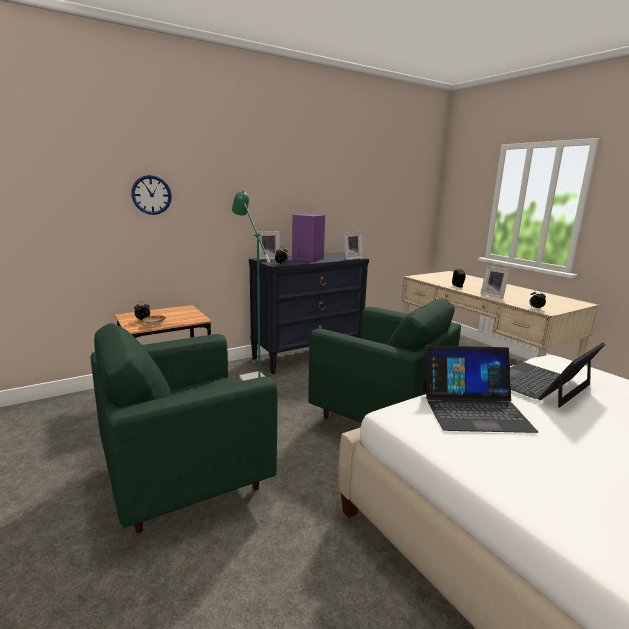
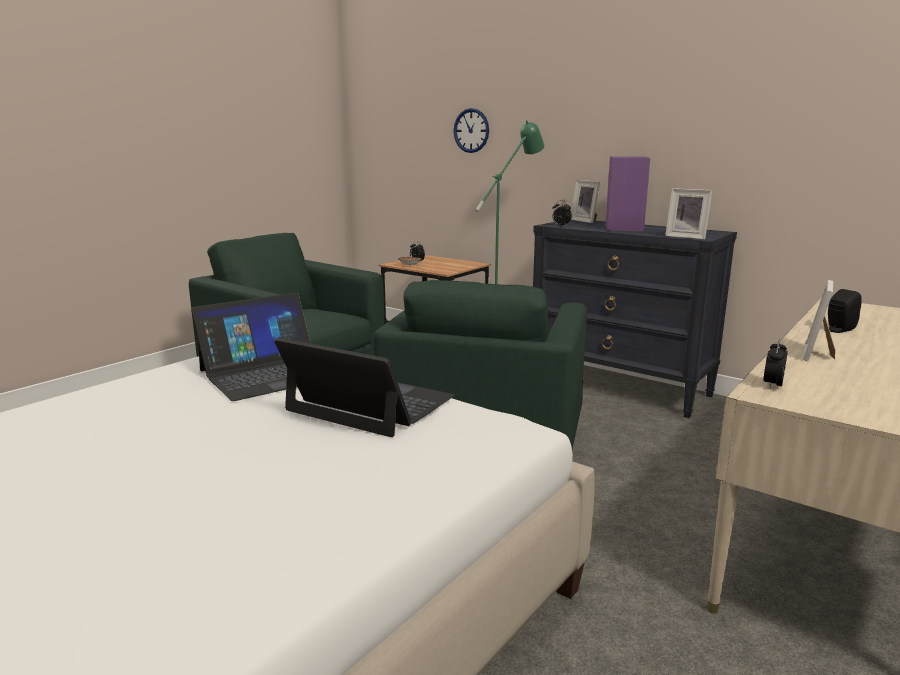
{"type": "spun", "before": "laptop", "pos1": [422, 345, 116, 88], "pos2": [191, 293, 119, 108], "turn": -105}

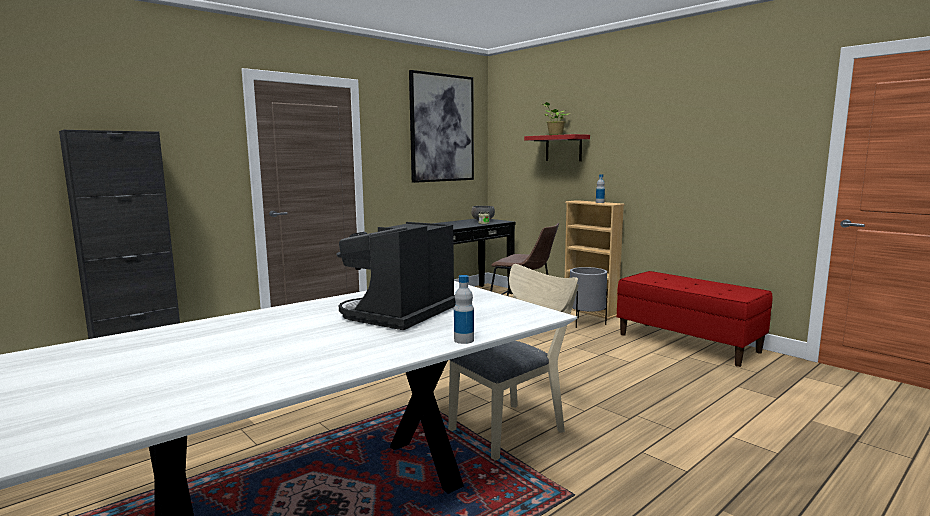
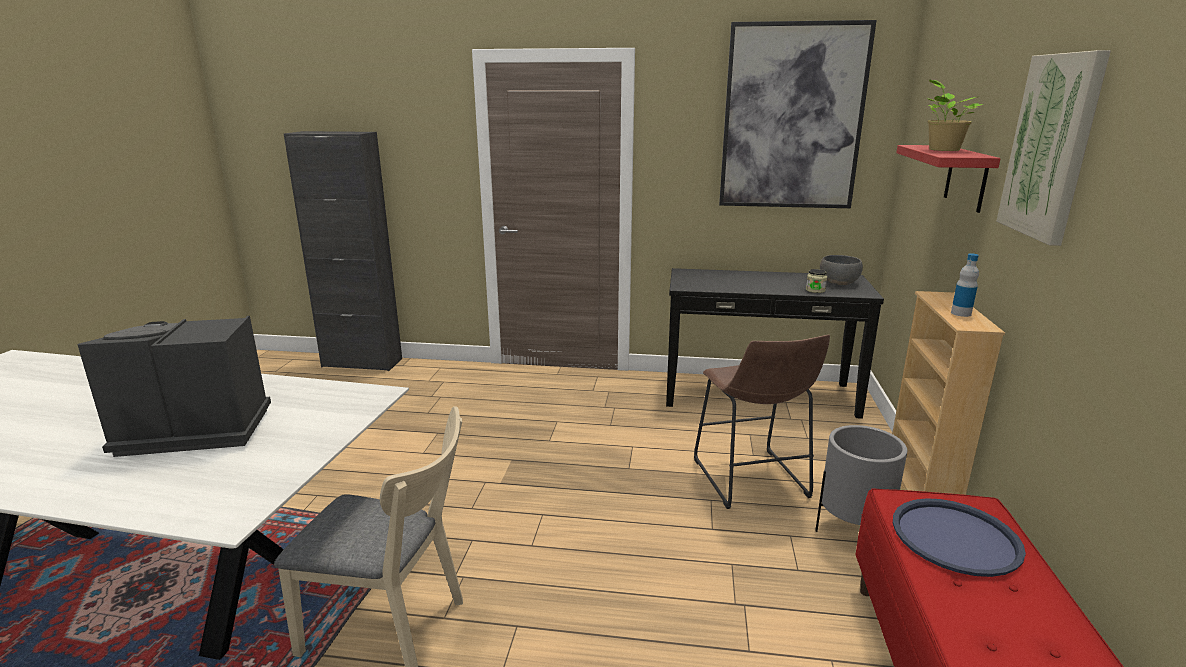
{"type": "appeared", "after": "blue-coloured serving tray", "pos2": [893, 498, 133, 79]}
{"type": "appeared", "after": "wall picture", "pos2": [996, 50, 115, 196]}
{"type": "missing", "before": "drink bottle", "pos1": [454, 275, 20, 69]}

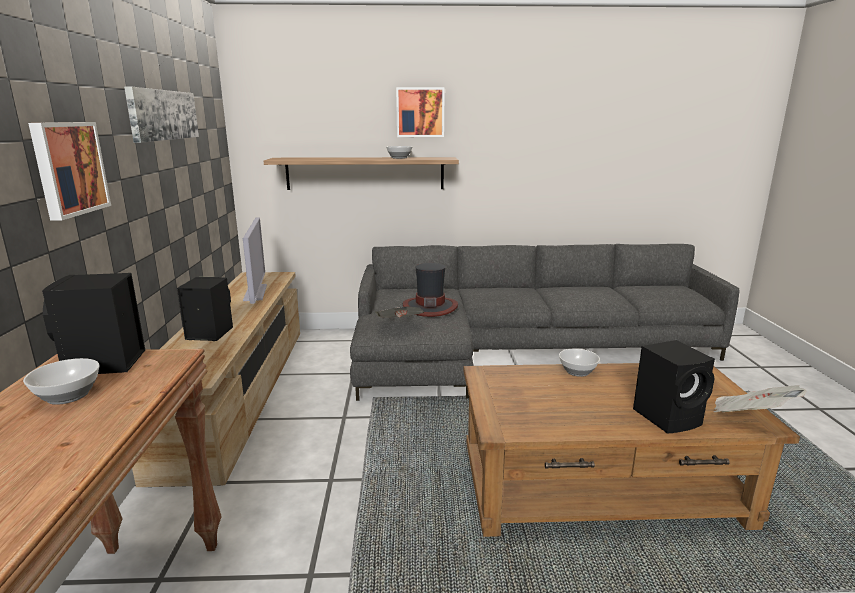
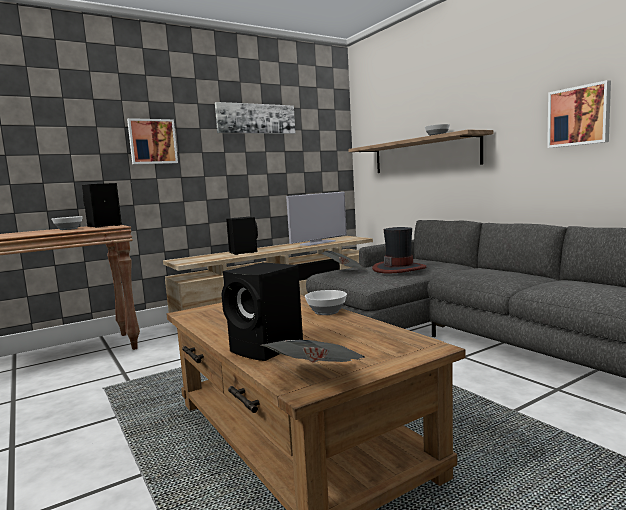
{"type": "relocated", "before": "wall picture", "pos1": [396, 87, 49, 50], "pos2": [547, 80, 64, 68]}

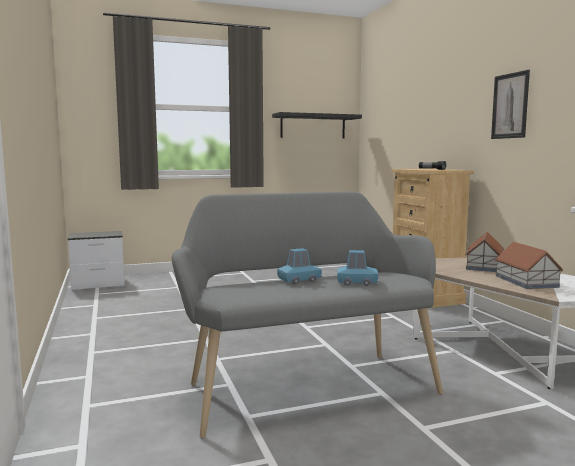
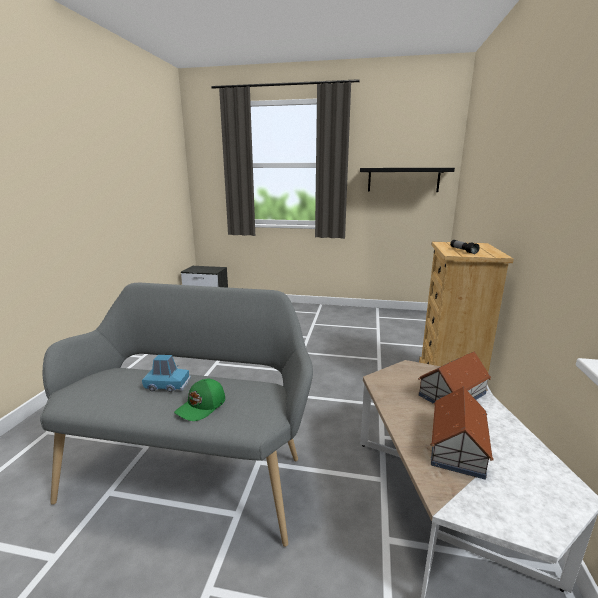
{"type": "exchanged", "before": "blue-coloured toy car", "after": "greenish cap", "pos1": [337, 250, 43, 36], "pos2": [174, 379, 51, 42]}
{"type": "missing", "before": "wall picture", "pos1": [491, 70, 39, 69]}

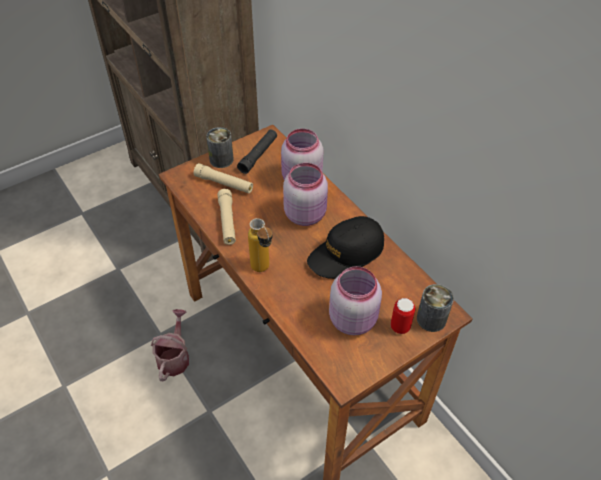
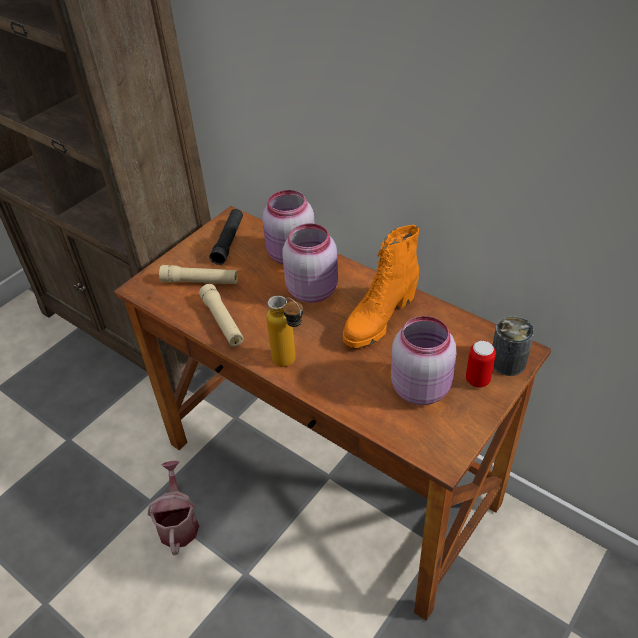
{"type": "exchanged", "before": "black-coloured cap", "after": "orange-coloured boot", "pos1": [307, 216, 77, 63], "pos2": [343, 225, 76, 123]}
{"type": "missing", "before": "metal can", "pos1": [206, 127, 28, 41]}

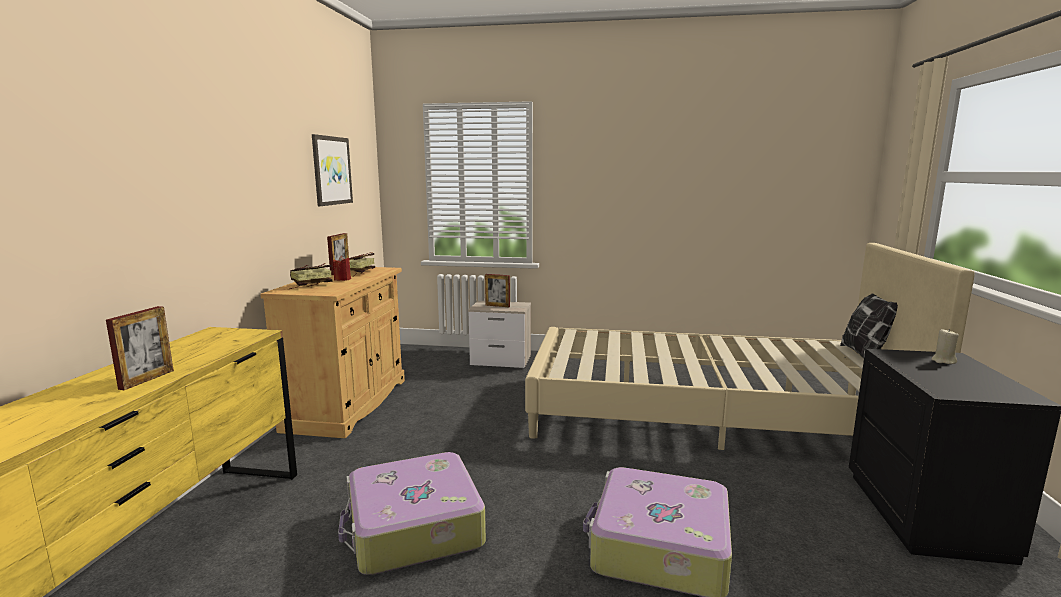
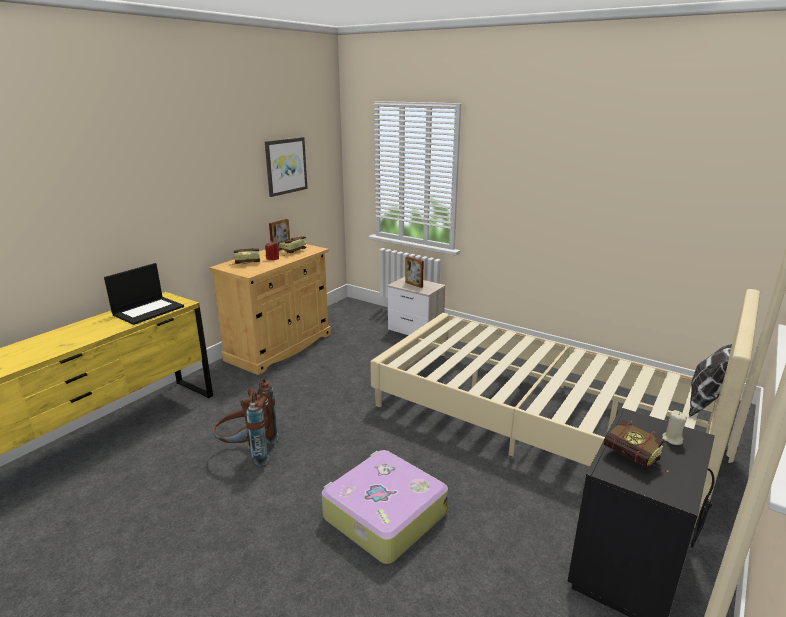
{"type": "appeared", "after": "laptop", "pos2": [104, 263, 80, 62]}
{"type": "exchanged", "before": "travel case", "after": "brown rucksack", "pos1": [338, 452, 148, 123], "pos2": [212, 378, 67, 88]}
{"type": "appeared", "after": "book", "pos2": [604, 420, 65, 52]}
{"type": "missing", "before": "photo frame", "pos1": [106, 306, 68, 84]}

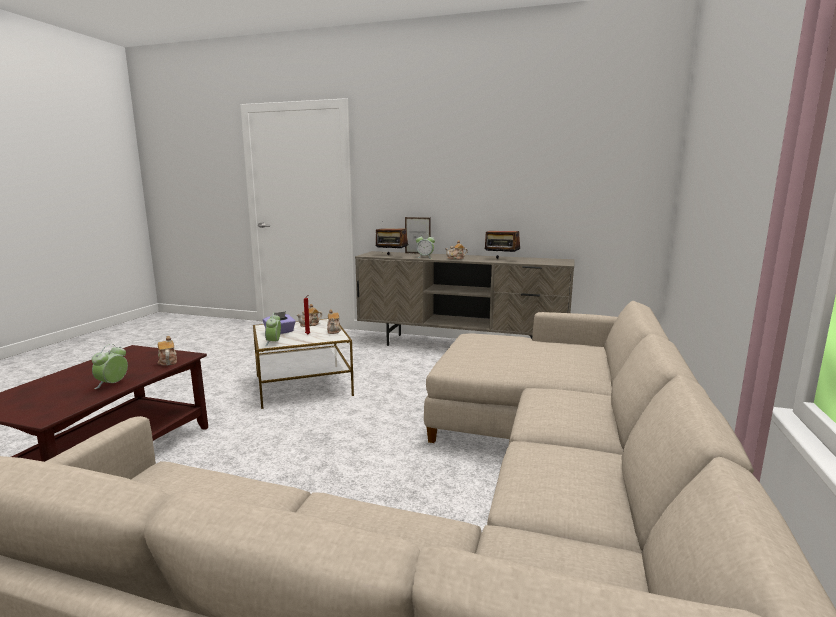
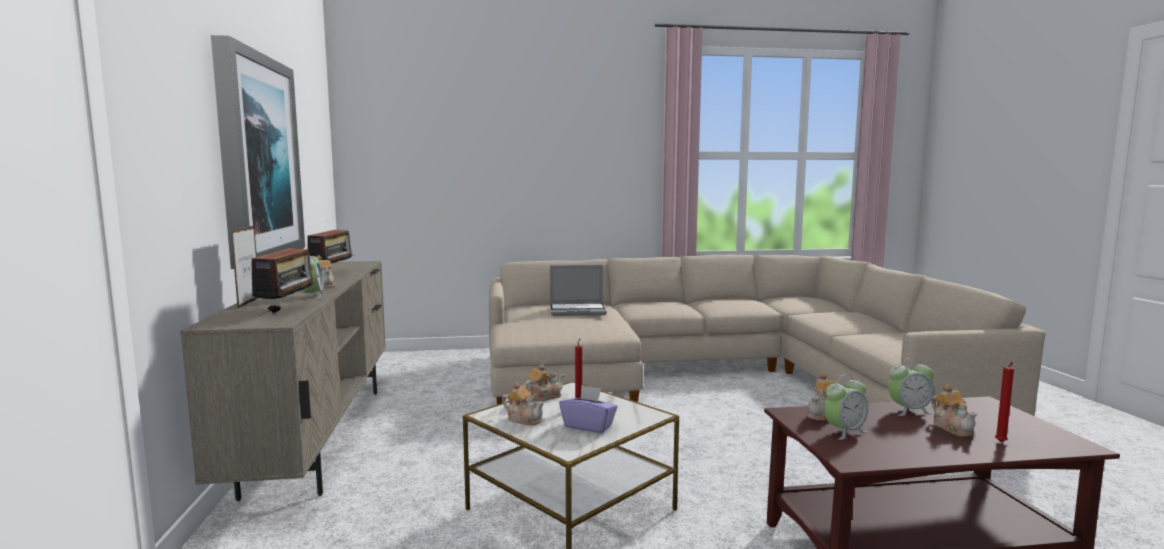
{"type": "appeared", "after": "wall picture", "pos2": [211, 35, 94, 234]}
{"type": "appeared", "after": "laptop", "pos2": [550, 265, 57, 51]}
{"type": "relocated", "before": "alarm clock", "pos1": [265, 313, 16, 33], "pos2": [824, 374, 44, 66]}
{"type": "appeared", "after": "tea pot", "pos2": [931, 385, 46, 52]}
{"type": "appeared", "after": "red wax candle", "pos2": [995, 362, 19, 80]}

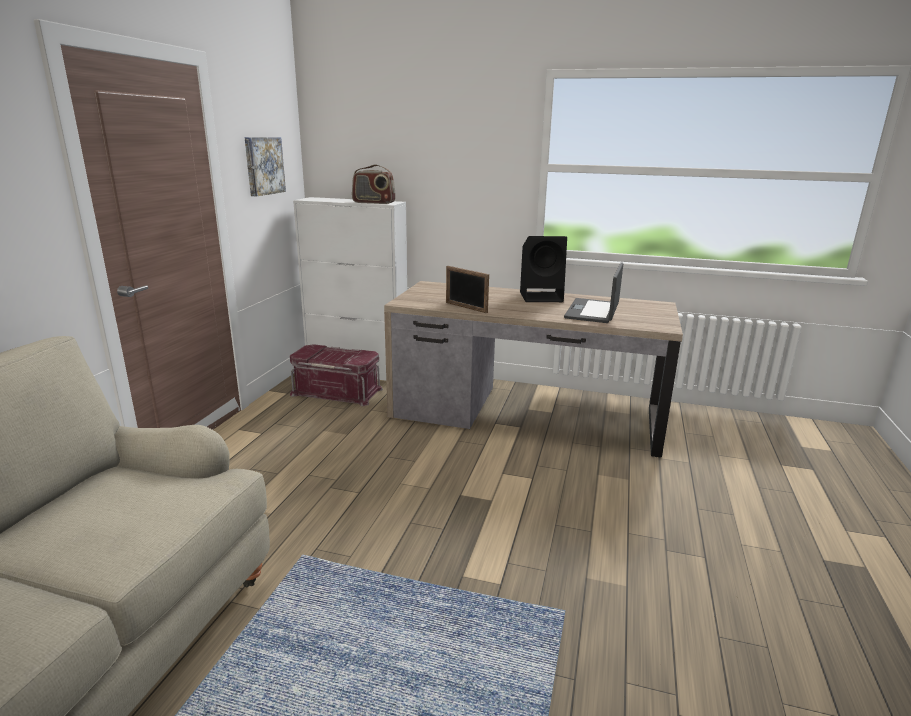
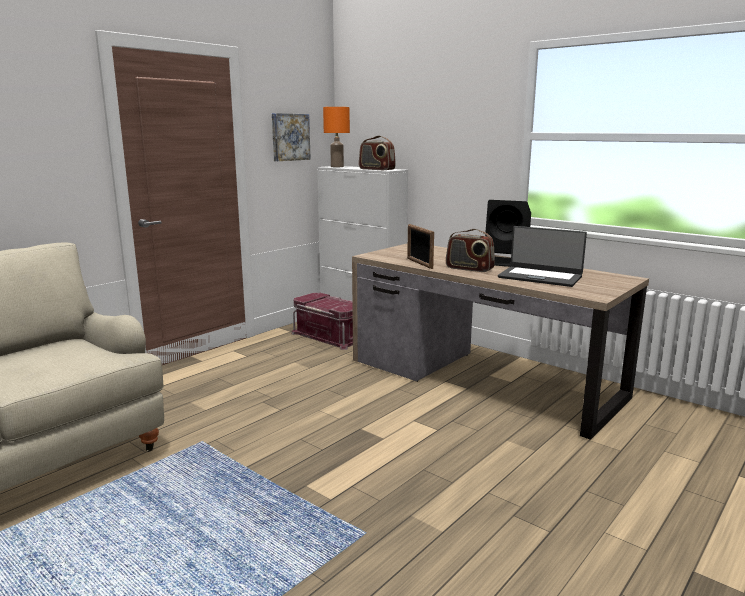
{"type": "appeared", "after": "orange-coloured tabletop lamp", "pos2": [323, 107, 27, 60]}
{"type": "appeared", "after": "radio set", "pos2": [446, 229, 49, 43]}
{"type": "spun", "before": "laptop", "pos1": [564, 262, 59, 61], "pos2": [498, 226, 89, 61], "turn": -105}

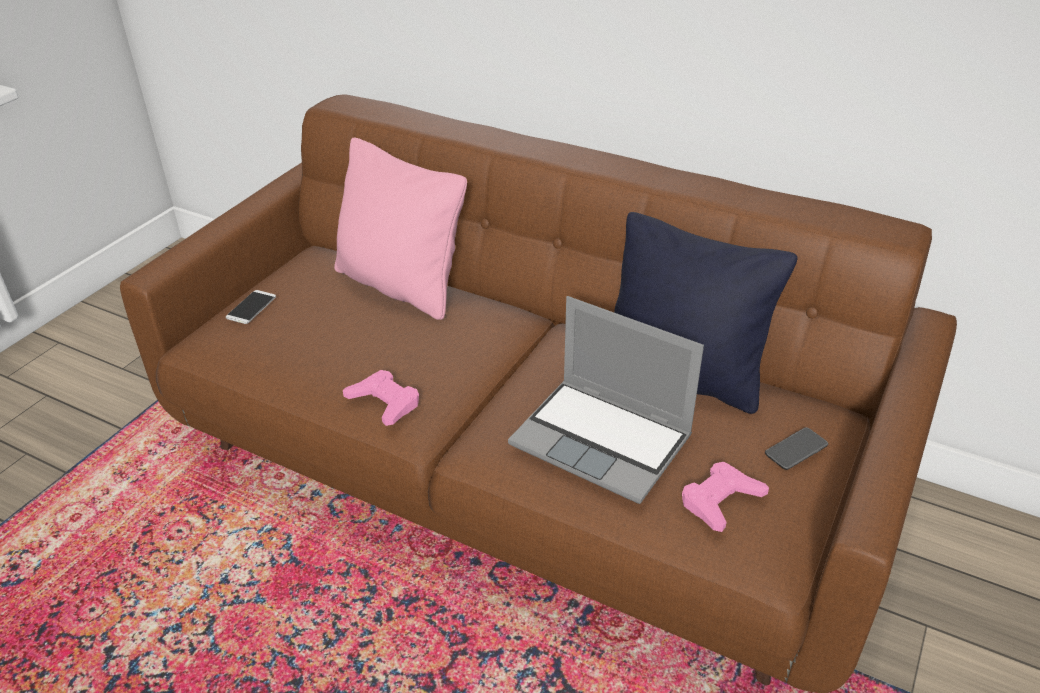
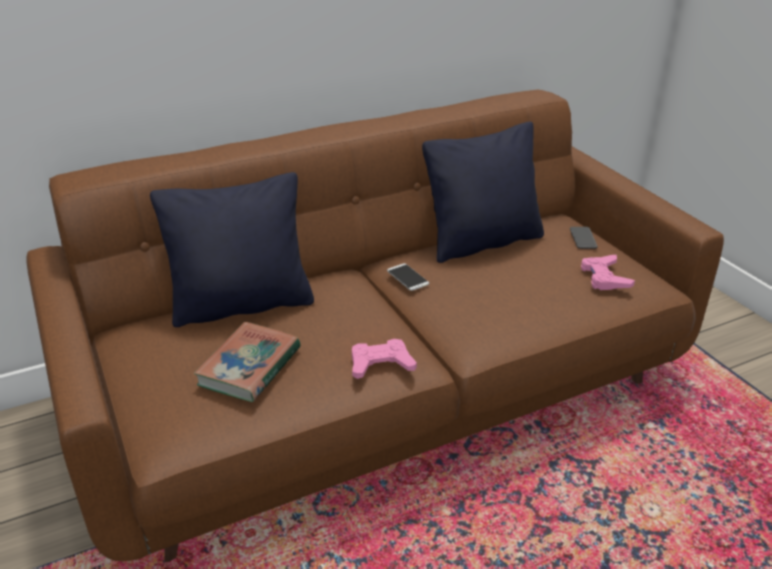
{"type": "colour", "before": "pinkish cushion", "after": "black-coloured cushion", "pos1": [334, 137, 133, 183], "pos2": [150, 172, 164, 155]}
{"type": "appeared", "after": "book", "pos2": [193, 322, 108, 80]}
{"type": "relocated", "before": "phone", "pos1": [226, 290, 50, 34], "pos2": [387, 264, 42, 27]}
{"type": "missing", "before": "laptop", "pos1": [508, 296, 196, 208]}

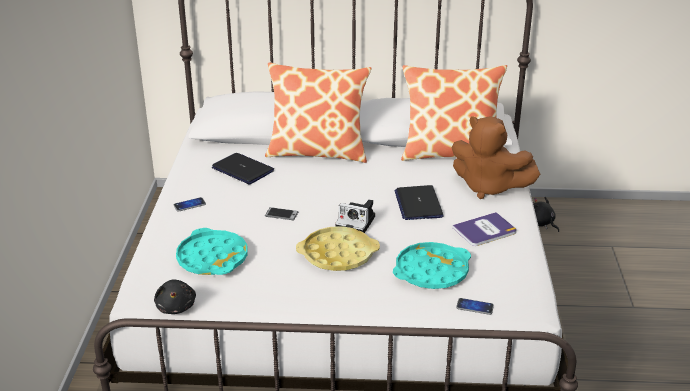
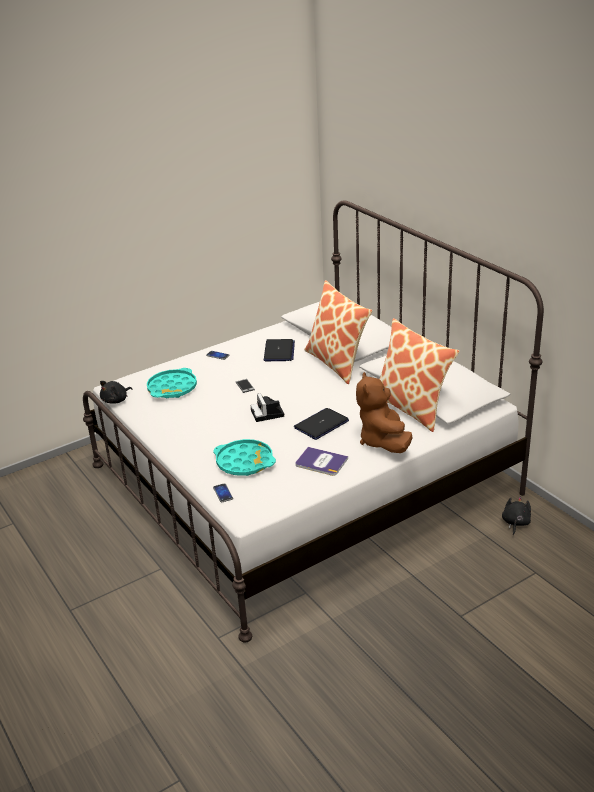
{"type": "missing", "before": "yellow serving tray", "pos1": [296, 226, 84, 45]}

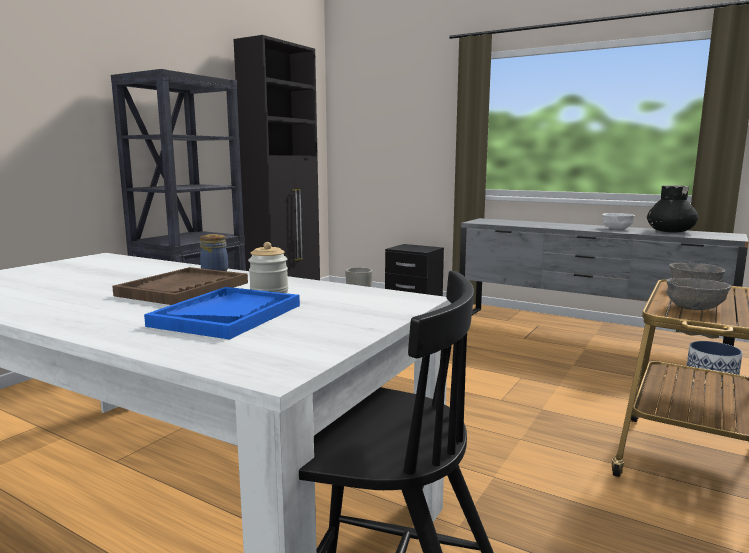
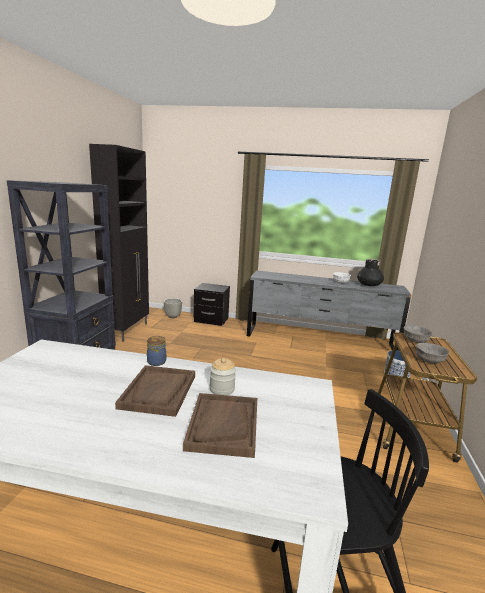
{"type": "colour", "before": "blue-coloured serving tray", "after": "brown serving tray", "pos1": [144, 287, 156, 53], "pos2": [183, 393, 74, 65]}

